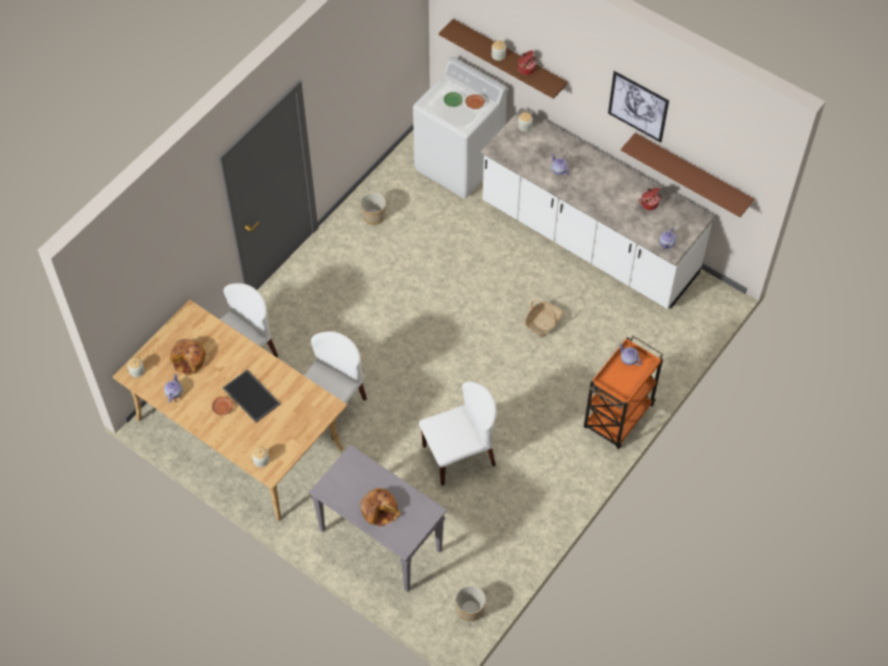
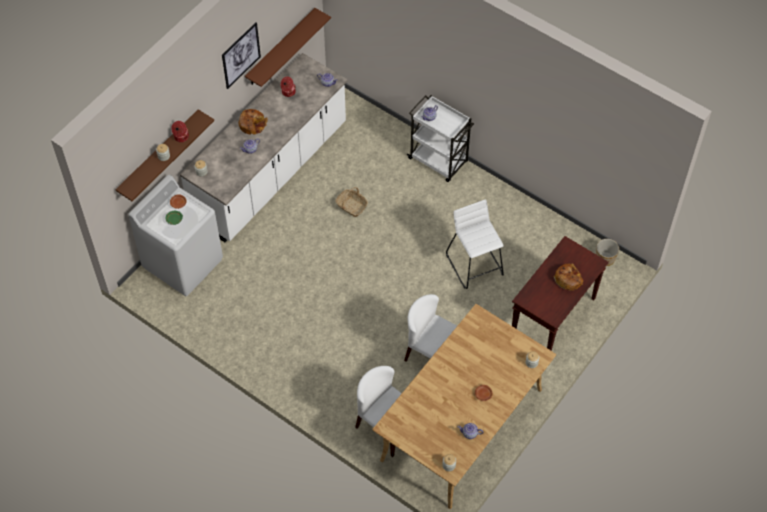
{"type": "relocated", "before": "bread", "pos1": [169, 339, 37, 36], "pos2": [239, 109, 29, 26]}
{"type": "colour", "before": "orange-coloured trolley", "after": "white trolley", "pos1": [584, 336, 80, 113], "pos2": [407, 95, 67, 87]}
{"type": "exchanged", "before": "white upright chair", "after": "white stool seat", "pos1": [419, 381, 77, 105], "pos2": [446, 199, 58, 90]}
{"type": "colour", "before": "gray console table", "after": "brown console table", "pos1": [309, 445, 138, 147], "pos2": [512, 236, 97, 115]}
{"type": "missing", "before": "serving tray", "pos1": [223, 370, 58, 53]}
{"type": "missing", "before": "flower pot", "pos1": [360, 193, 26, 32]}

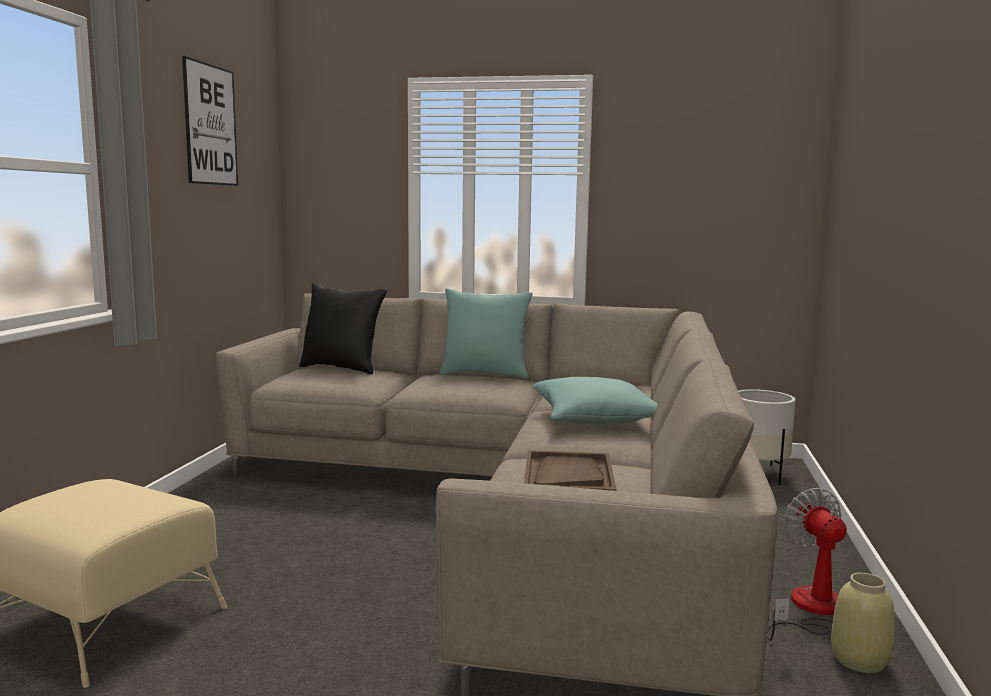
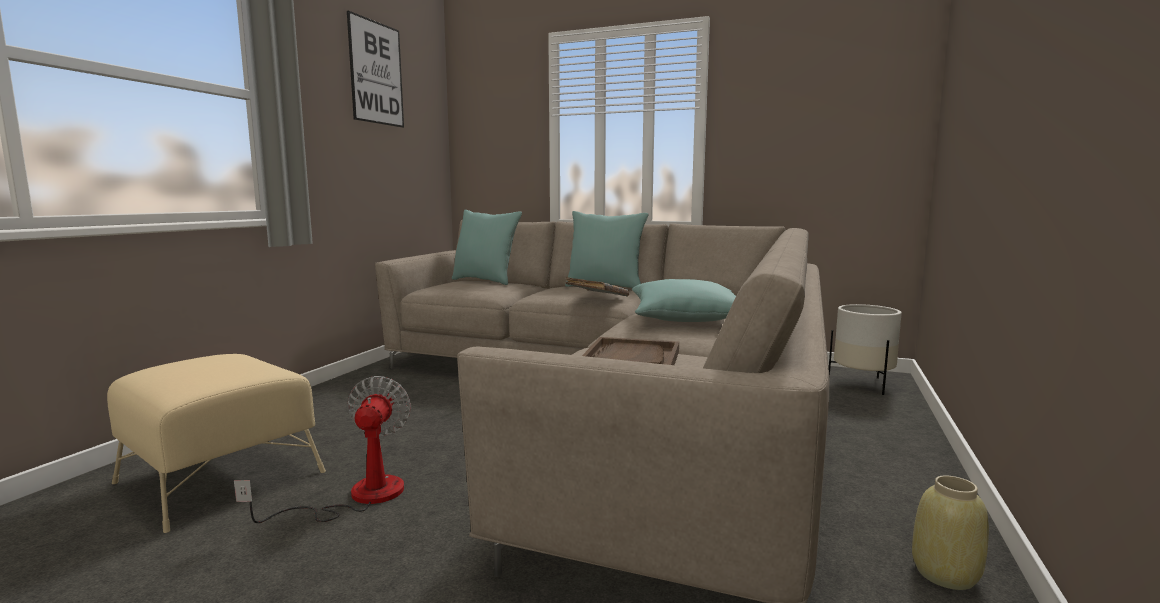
{"type": "relocated", "before": "fan", "pos1": [767, 488, 80, 153], "pos2": [234, 376, 177, 147]}
{"type": "colour", "before": "black-coloured cushion", "after": "blue-green cushion", "pos1": [299, 283, 88, 91], "pos2": [452, 210, 70, 75]}
{"type": "appeared", "after": "gray book", "pos2": [565, 277, 64, 20]}

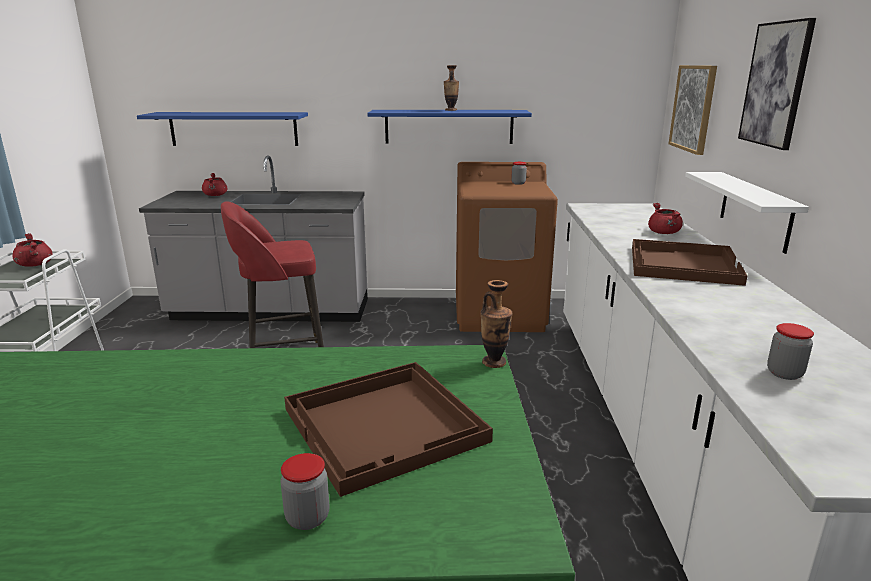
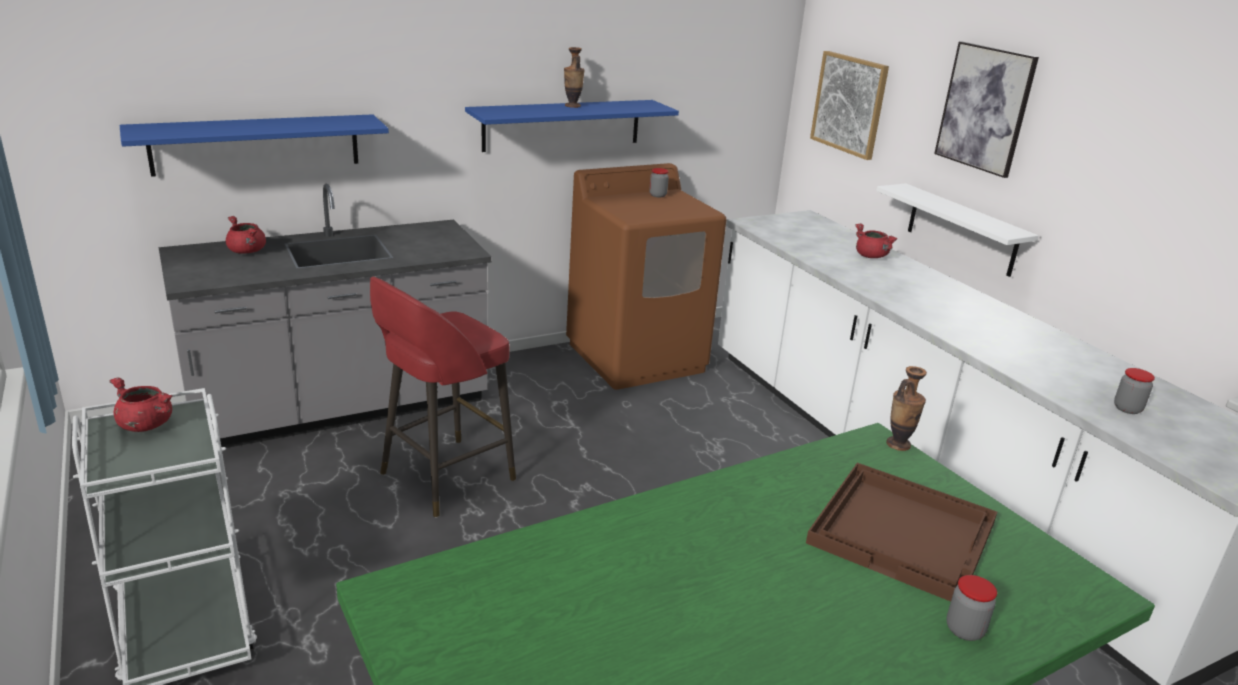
{"type": "missing", "before": "brown serving tray", "pos1": [632, 239, 115, 47]}

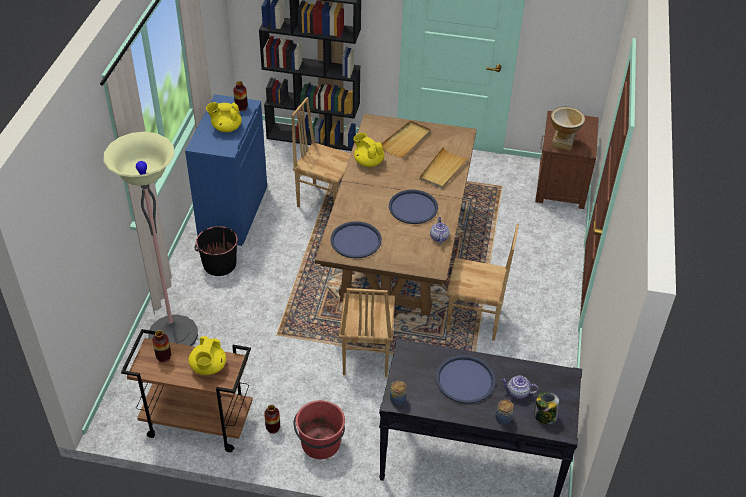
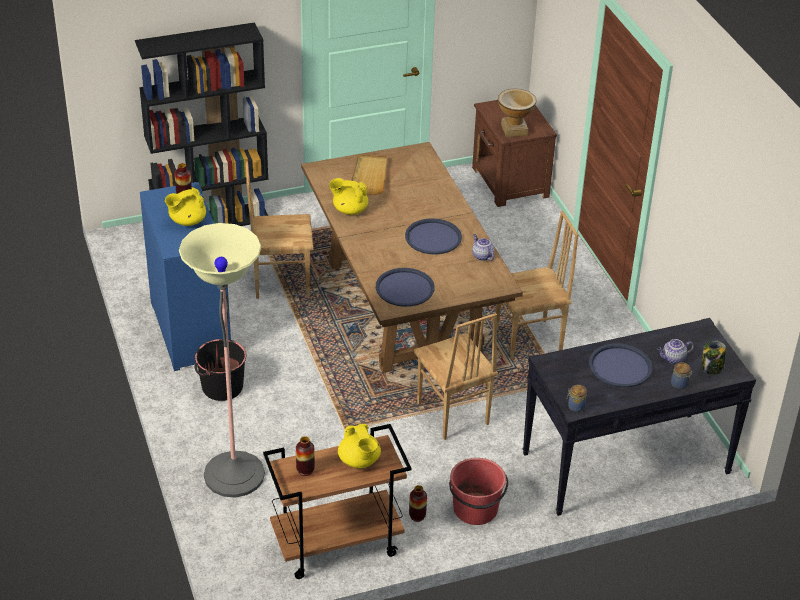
{"type": "missing", "before": "beige-coloured serving tray", "pos1": [419, 147, 50, 42]}

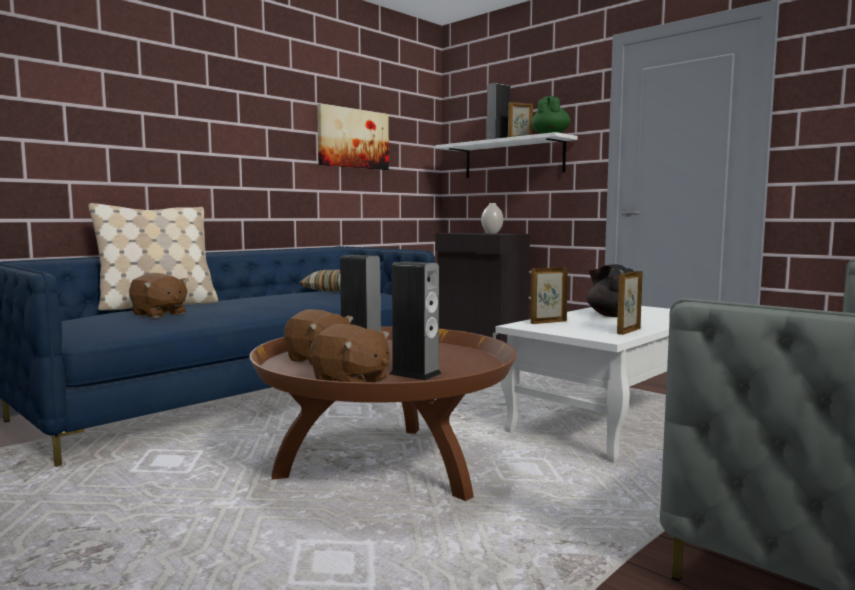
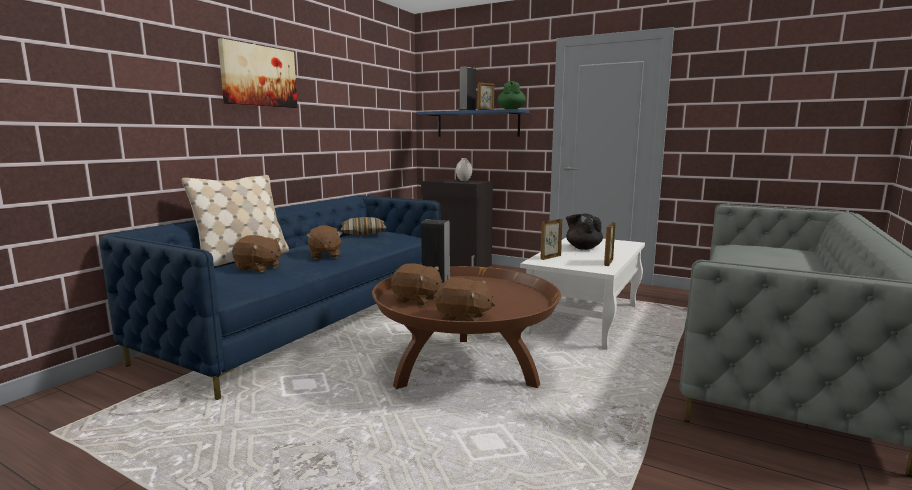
{"type": "relocated", "before": "wall picture", "pos1": [317, 104, 72, 66], "pos2": [218, 38, 80, 70]}
{"type": "appeared", "after": "brown cuddly toy", "pos2": [306, 225, 37, 34]}
{"type": "colour", "before": "white wall shelf", "after": "blue-coloured wall shelf", "pos1": [435, 132, 143, 46], "pos2": [417, 109, 112, 28]}
{"type": "missing", "before": "loudspeaker", "pos1": [390, 261, 52, 119]}

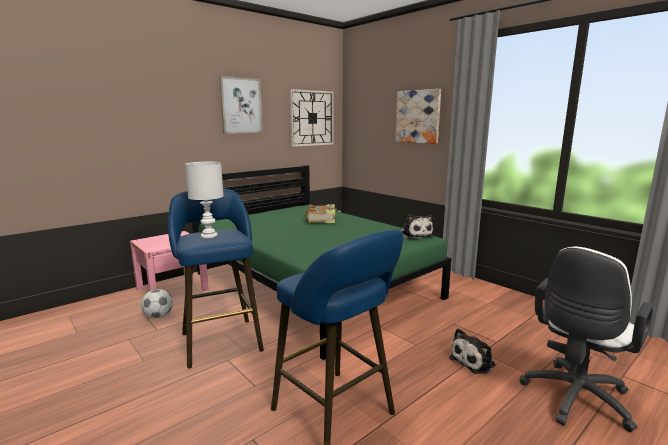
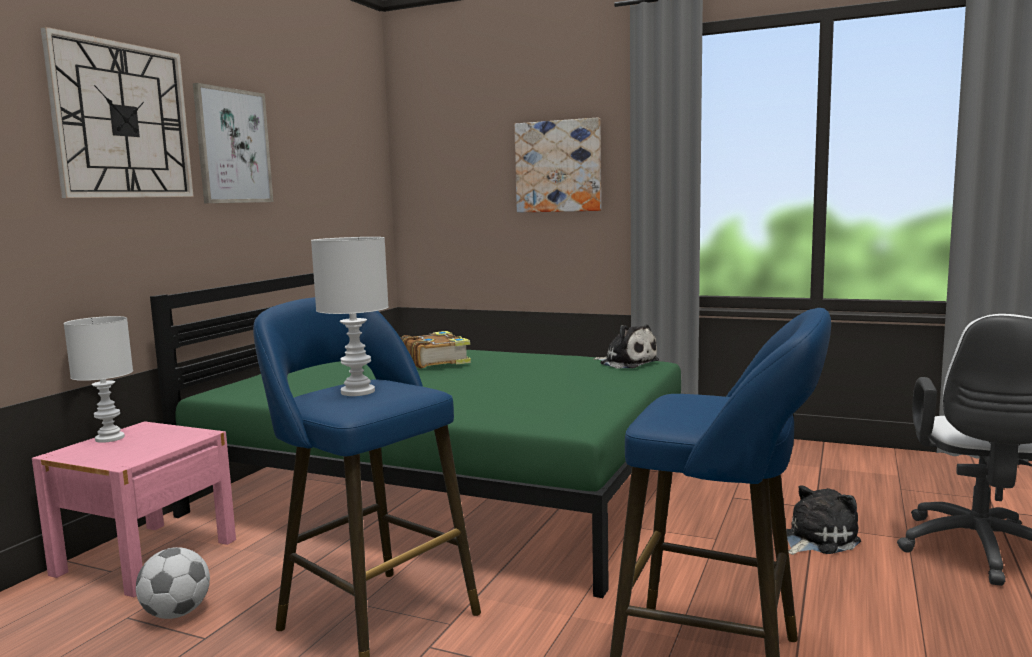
{"type": "relocated", "before": "wall clock", "pos1": [289, 89, 45, 58], "pos2": [41, 27, 153, 171]}
{"type": "appeared", "after": "white tabletop lamp", "pos2": [64, 316, 69, 127]}
{"type": "spun", "before": "cuddly toy", "pos1": [449, 328, 47, 46], "pos2": [786, 485, 75, 70], "turn": -150}

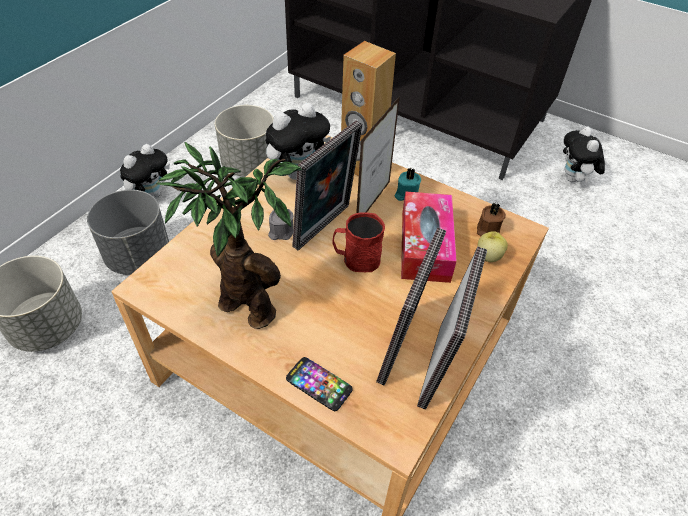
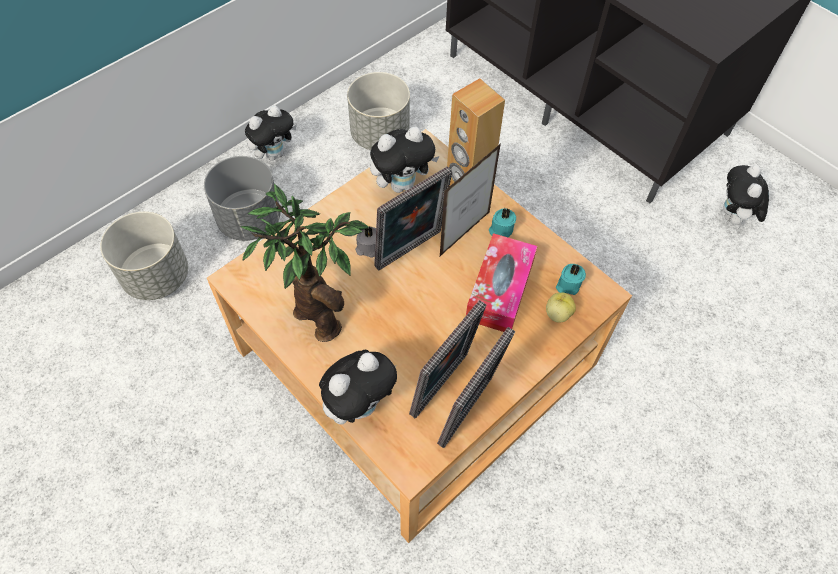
{"type": "exchanged", "before": "phone", "after": "cuddly toy", "pos1": [286, 357, 67, 54], "pos2": [319, 350, 78, 75]}
{"type": "colour", "before": "brown wax candle", "after": "blue-green wax candle", "pos1": [477, 203, 29, 33], "pos2": [556, 264, 30, 31]}
{"type": "missing", "before": "red mug", "pos1": [333, 212, 52, 60]}

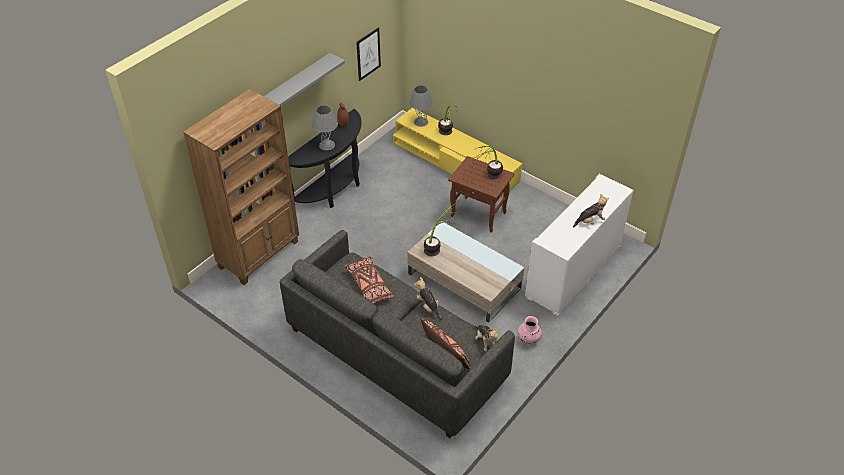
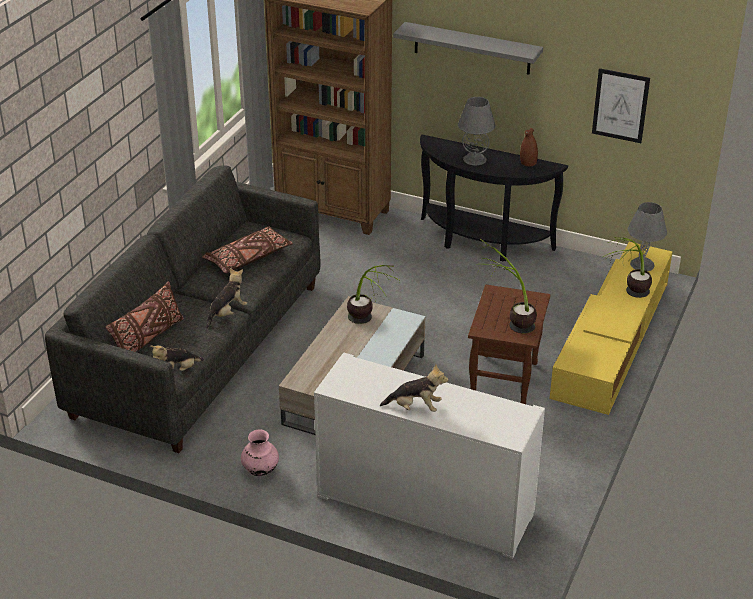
{"type": "spun", "before": "cuddly toy", "pos1": [573, 194, 36, 34], "pos2": [380, 364, 68, 48], "turn": -45}

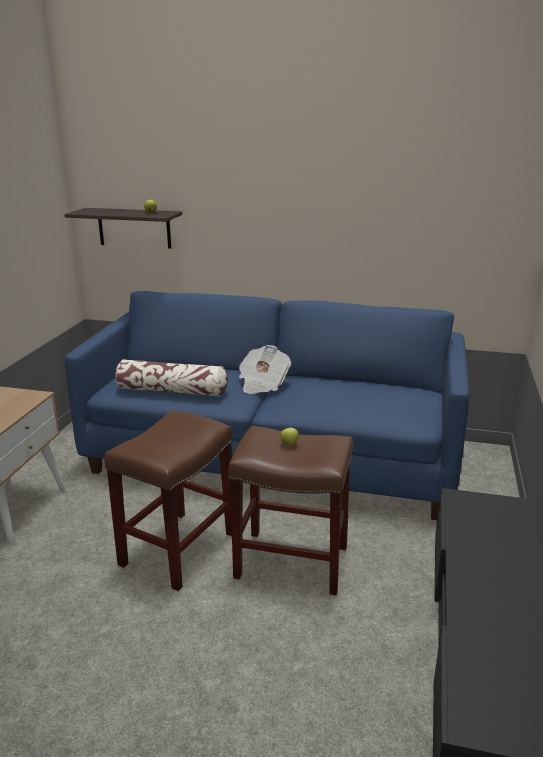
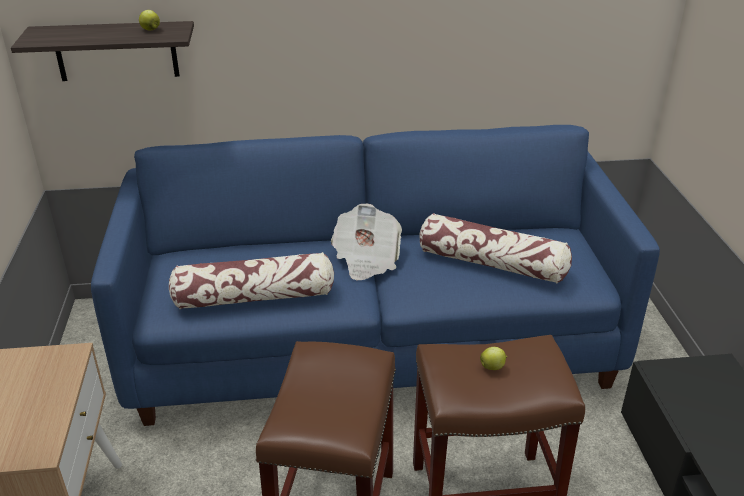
{"type": "appeared", "after": "cushion", "pos2": [419, 213, 153, 71]}

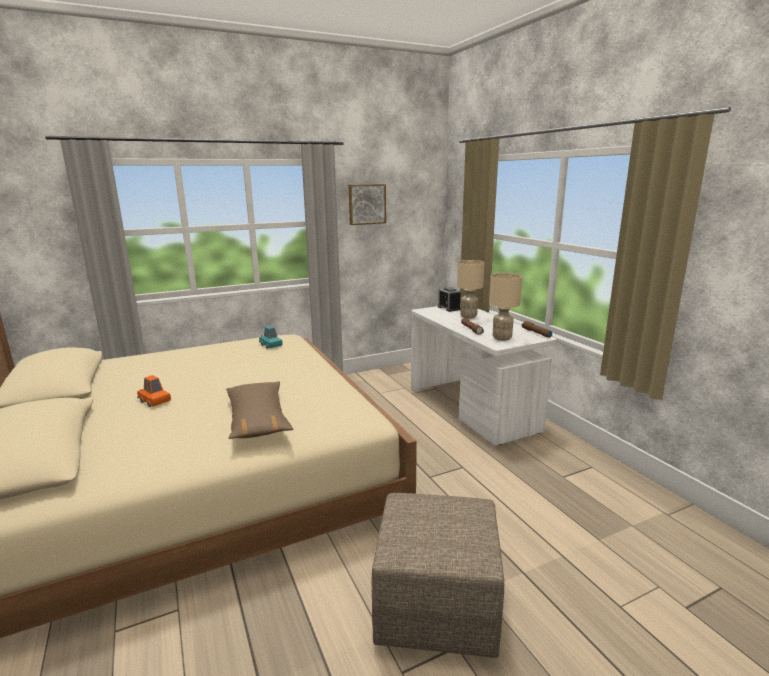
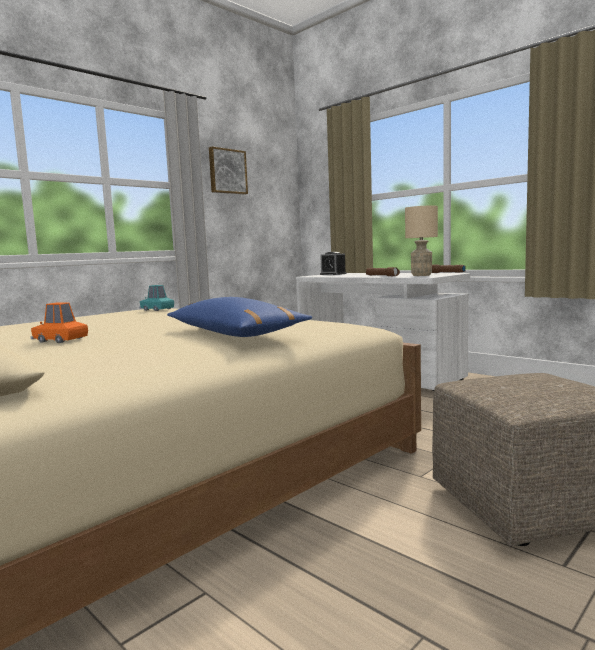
{"type": "colour", "before": "brown cushion", "after": "blue-coloured cushion", "pos1": [226, 381, 67, 58], "pos2": [167, 297, 145, 40]}
{"type": "missing", "before": "beige-coloured tabletop lamp", "pos1": [457, 260, 28, 59]}

